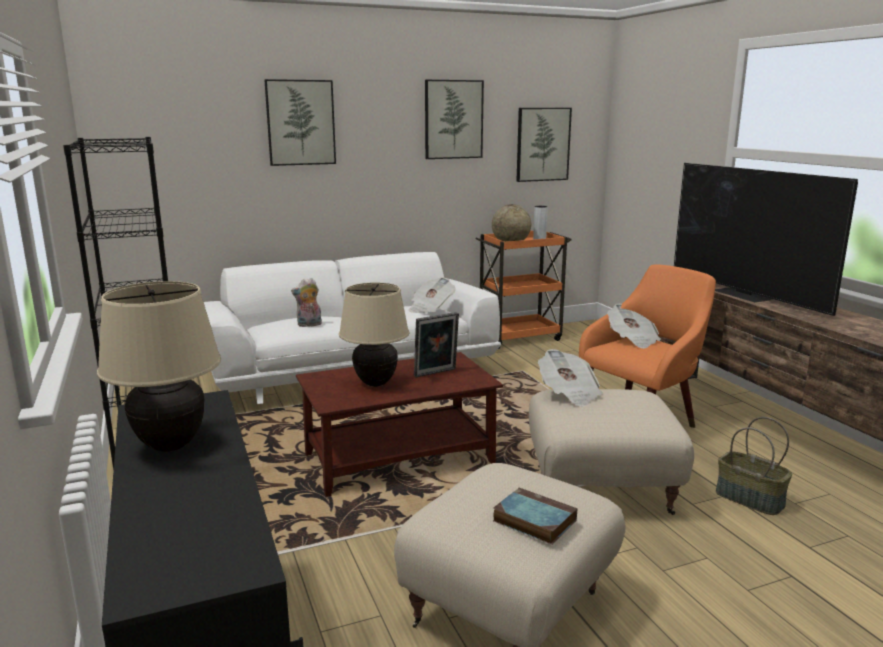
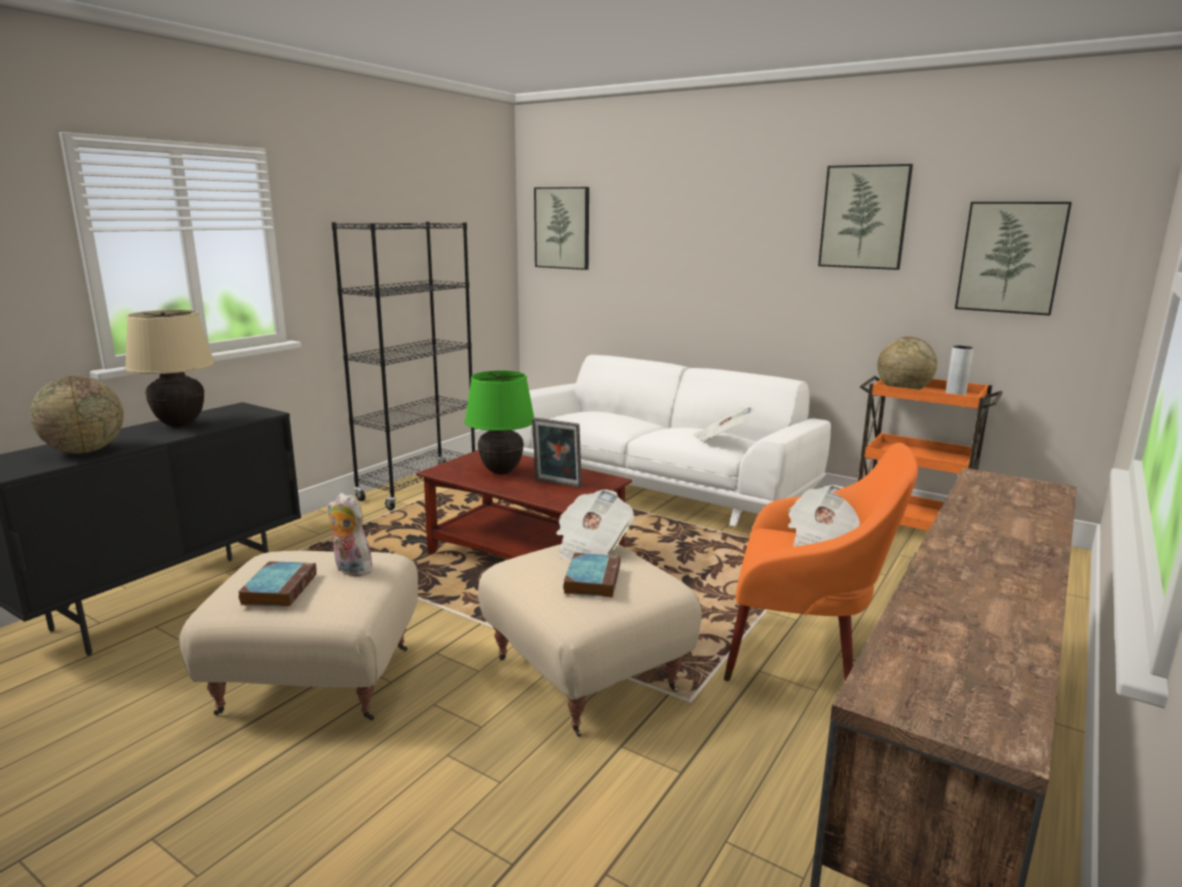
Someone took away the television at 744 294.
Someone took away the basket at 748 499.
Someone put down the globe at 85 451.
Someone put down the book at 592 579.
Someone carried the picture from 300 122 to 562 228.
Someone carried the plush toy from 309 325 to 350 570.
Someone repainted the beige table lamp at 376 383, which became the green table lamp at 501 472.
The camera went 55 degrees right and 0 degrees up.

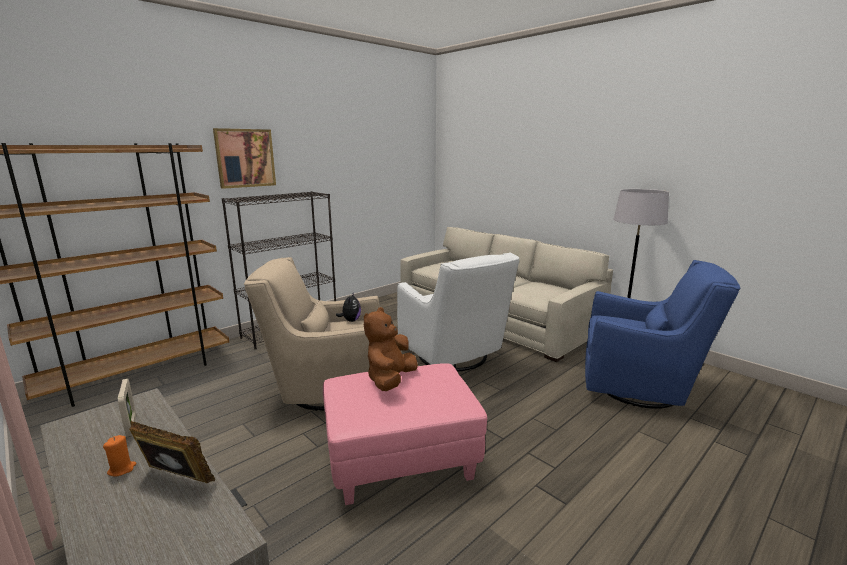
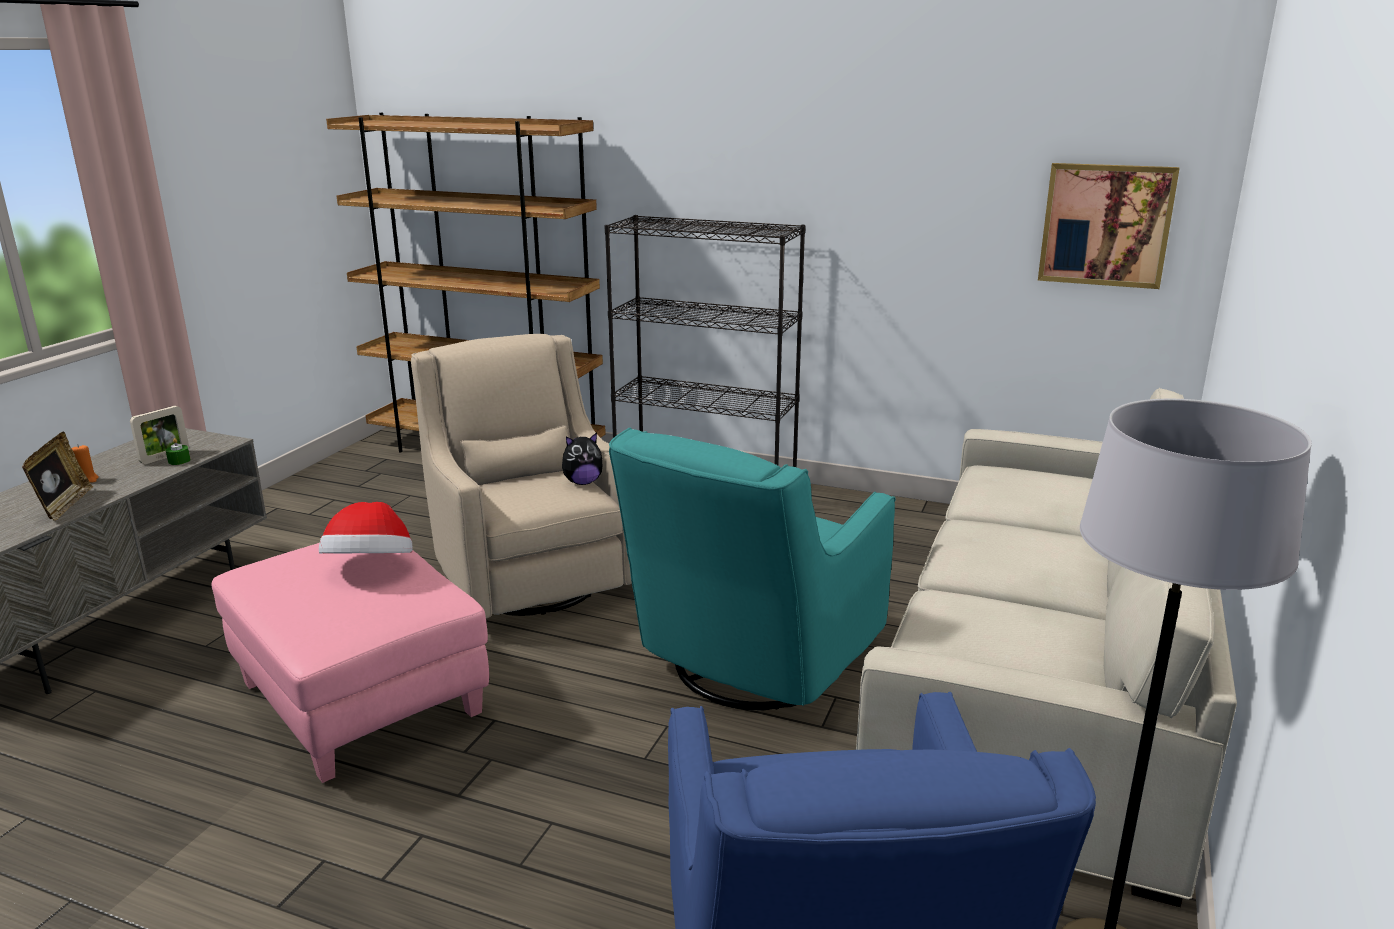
Someone put down the green candle at 179 461.
Someone carried the picture from 245 158 to 1105 225.
Someone swapped the brown plush toy at 390 380 for the hat at 371 568.
Someone repainted the white armchair at 454 357, which became the turquoise armchair at 751 667.
The camera went 65 degrees right and 5 degrees up.

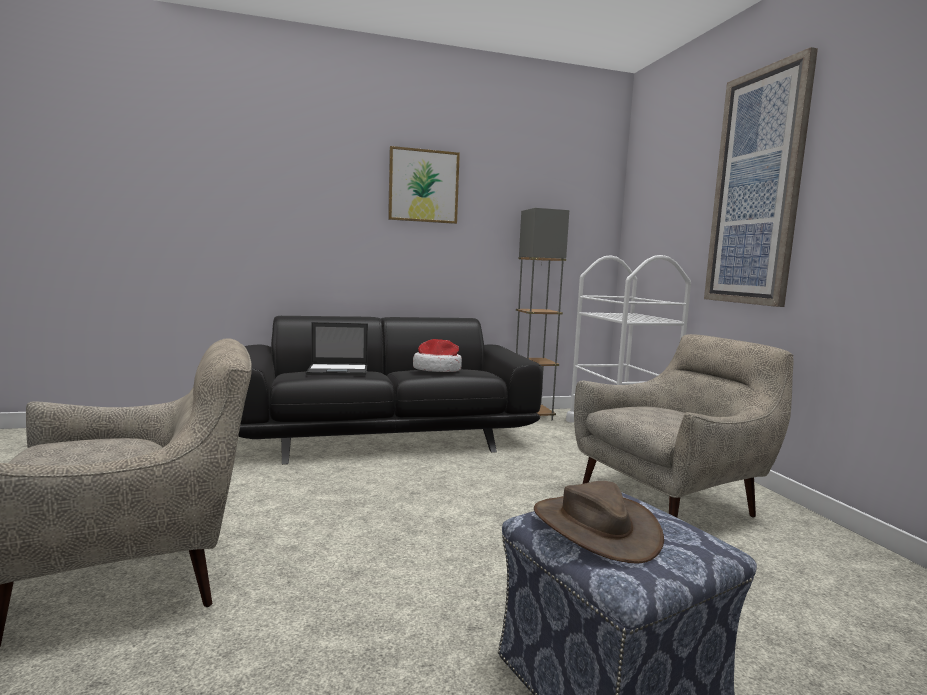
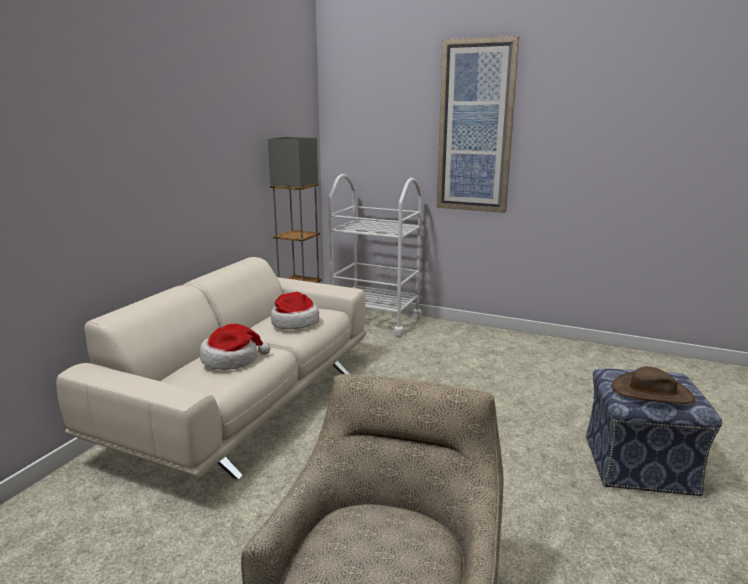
Someone took away the picture at 423 186.
Someone took away the beige armchair at 671 501.
Someone swapped the laptop at 339 370 for the hat at 232 359.
Someone repainted the black sofa at 386 435, which became the beige sofa at 245 403.
The camera went 50 degrees left and 10 degrees up.

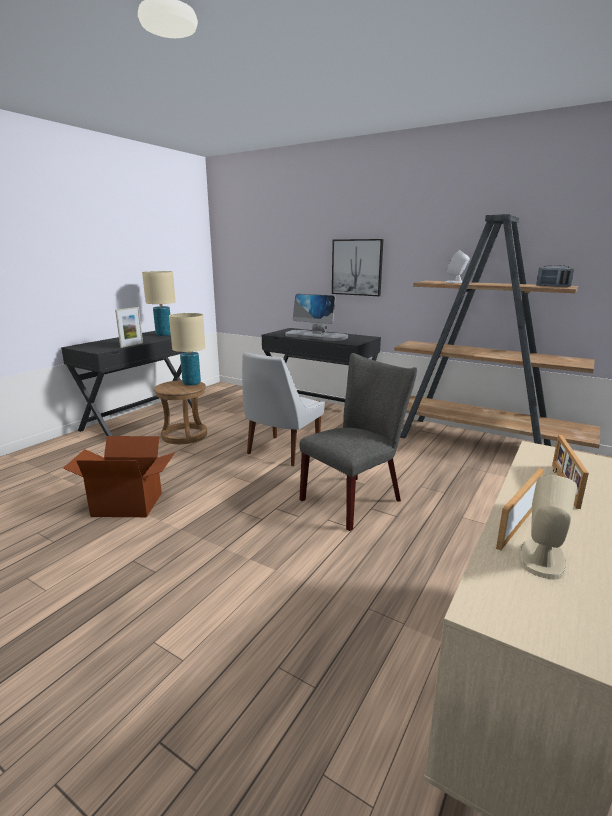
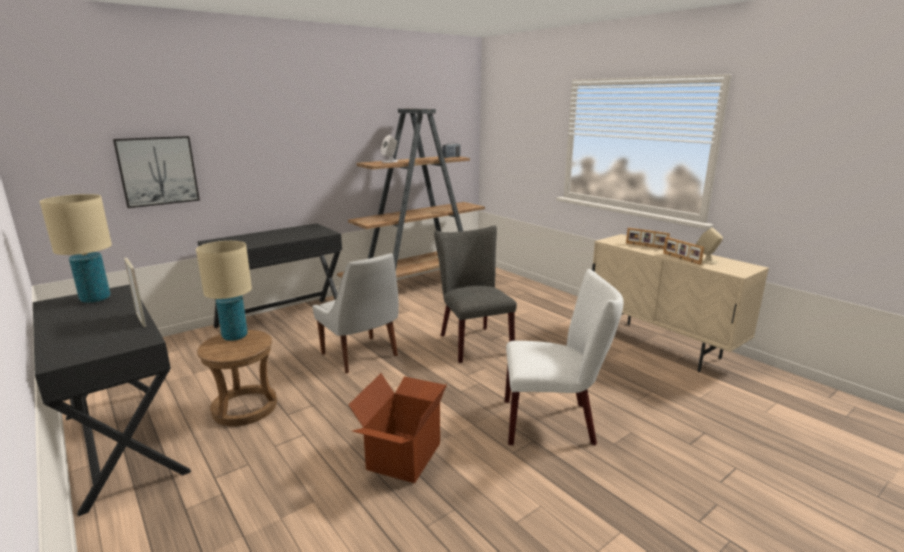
Someone took away the monitor at 316 336.
Someone put down the white chair at 554 422.
Someone carried the picture from 357 267 to 158 171.
The camera went 70 degrees left and 0 degrees up.

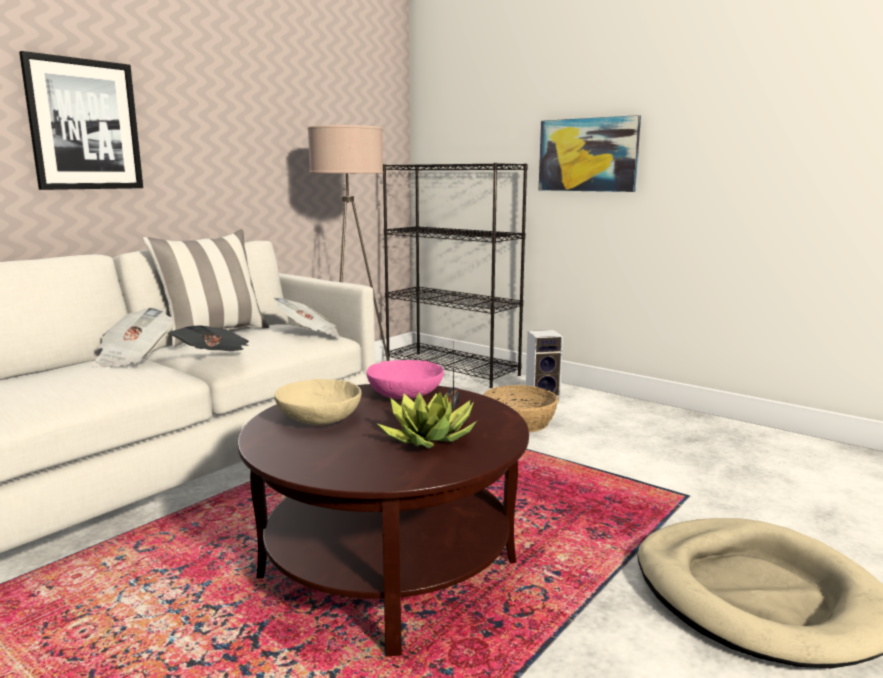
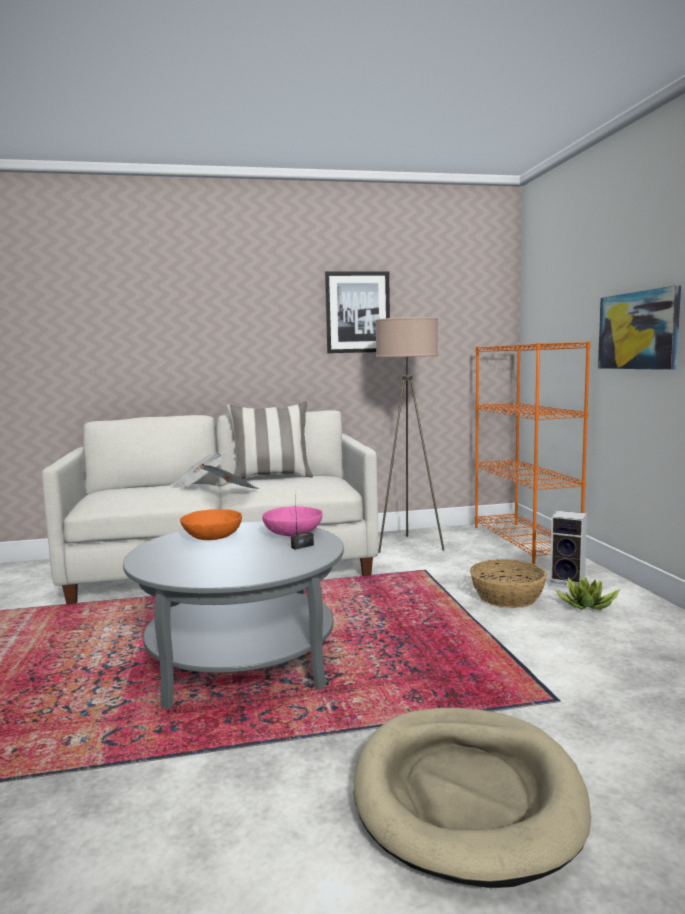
Someone took away the newspaper at 309 334.
Someone carried the picture from 84 125 to 357 312.
Someone carried the potted plant from 429 438 to 587 605.
Someone repainted the brown coffee table at 389 567, which became the grey coffee table at 243 662.
Someone repainted the beige bowl at 319 419, which became the orange bowl at 213 537.
Someone repainted the black bookcase at 452 369, which became the orange bookcase at 524 542.
The camera went 40 degrees right and 5 degrees down.

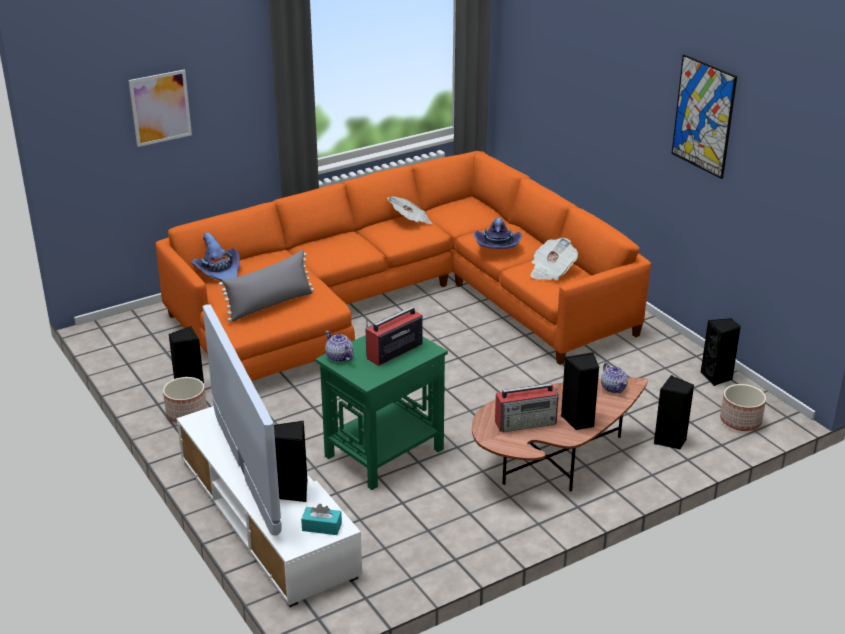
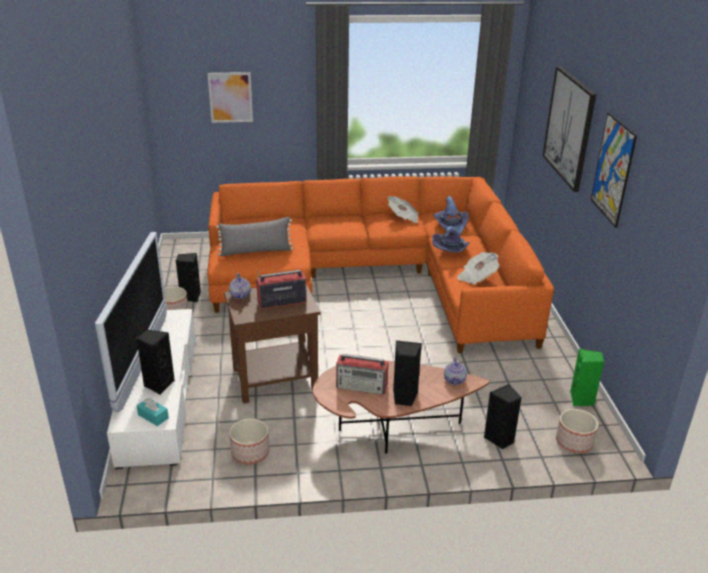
Someone put down the planter at 250 452.
Someone put up the picture at 569 127.
Someone carried the purple hat from 218 271 to 451 225.
Someone repainted the green side table at 383 452, which became the brown side table at 274 378.
Someone repainted the black speaker at 717 377, which became the green speaker at 582 400.
The camera went 25 degrees right and 0 degrees up.

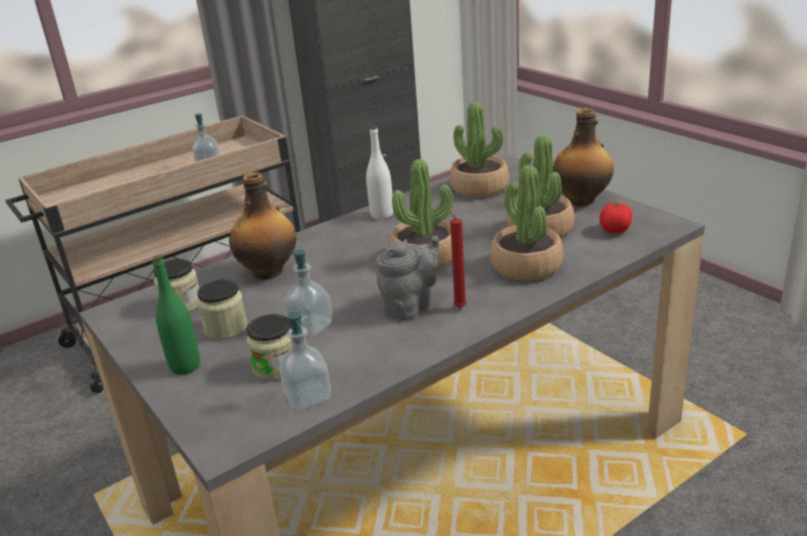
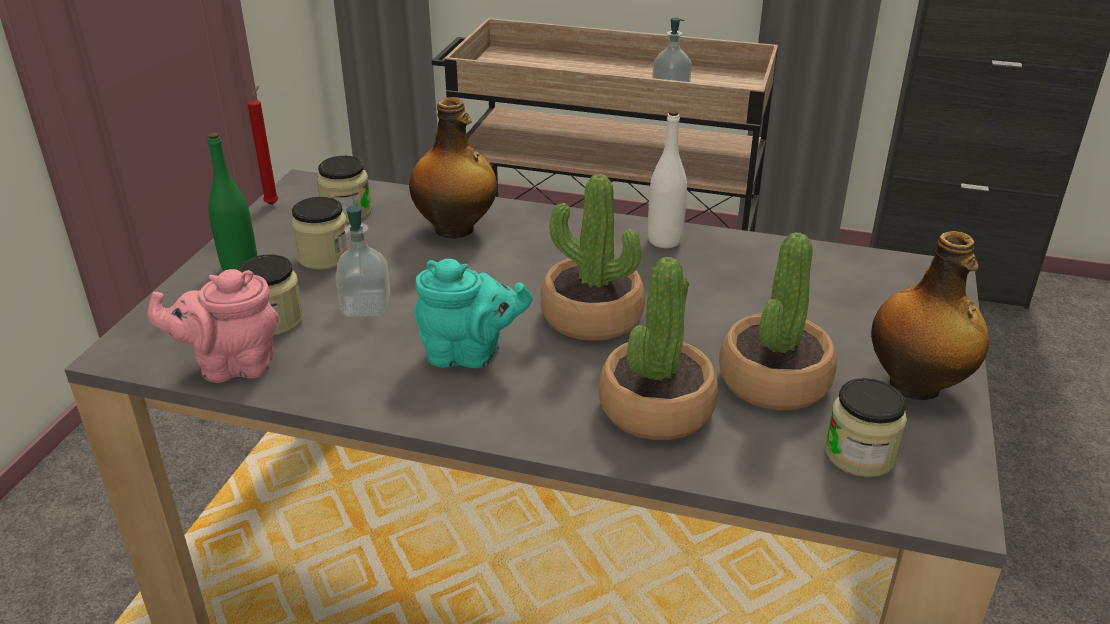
Someone took away the potted plant at 479 188.
Someone carried the red candle from 459 307 to 273 203.
Someone swapped the soap dispenser at 308 397 for the pink teapot at 232 365.
Someone swapped the tomato at 615 230 for the jar at 859 455.
Someone repainted the grey teapot at 411 305, which became the turquoise teapot at 469 354.
The camera went 50 degrees right and 5 degrees up.

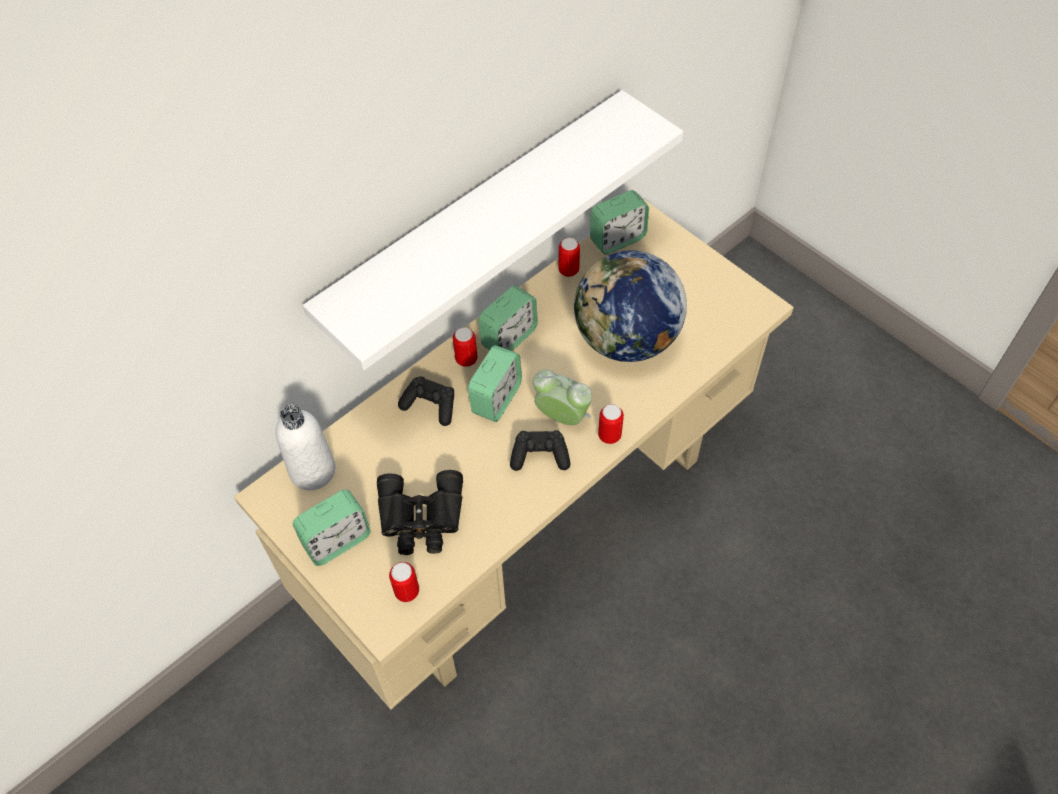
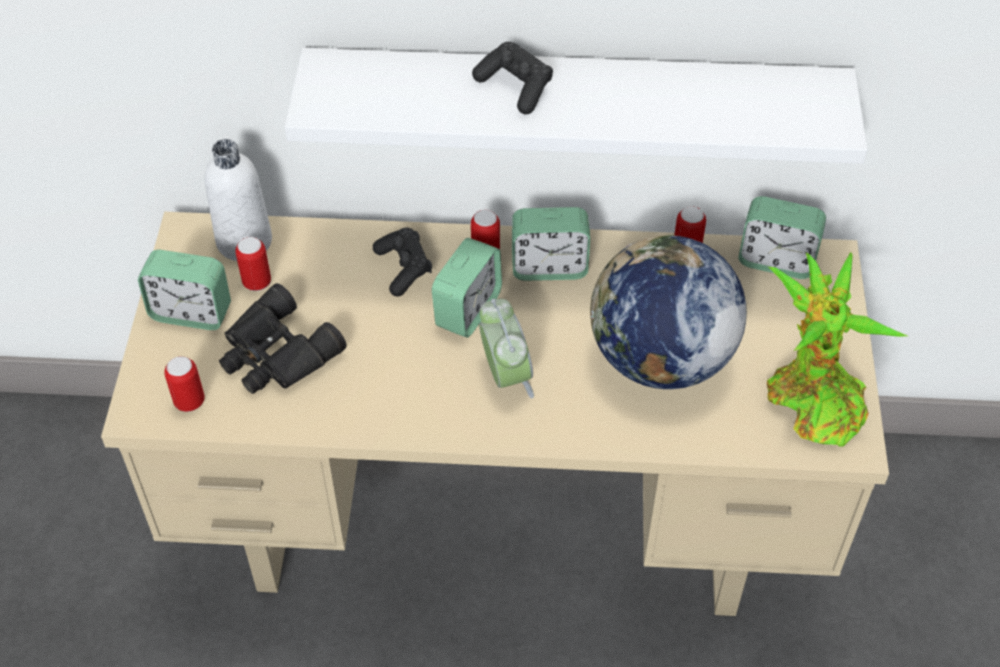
Someone put down the potted plant at 810 400.
Someone carried the black game controller from 540 456 to 515 87.
Someone carried the can from 609 436 to 257 282.
Someone rotated the alarm clock at 496 398 by 45 degrees counterclockwise.
The camera went 45 degrees right and 5 degrees down.

